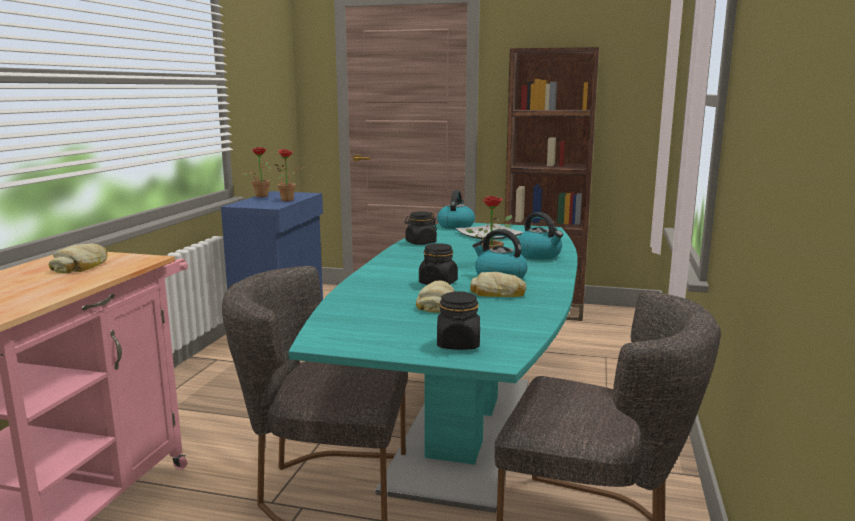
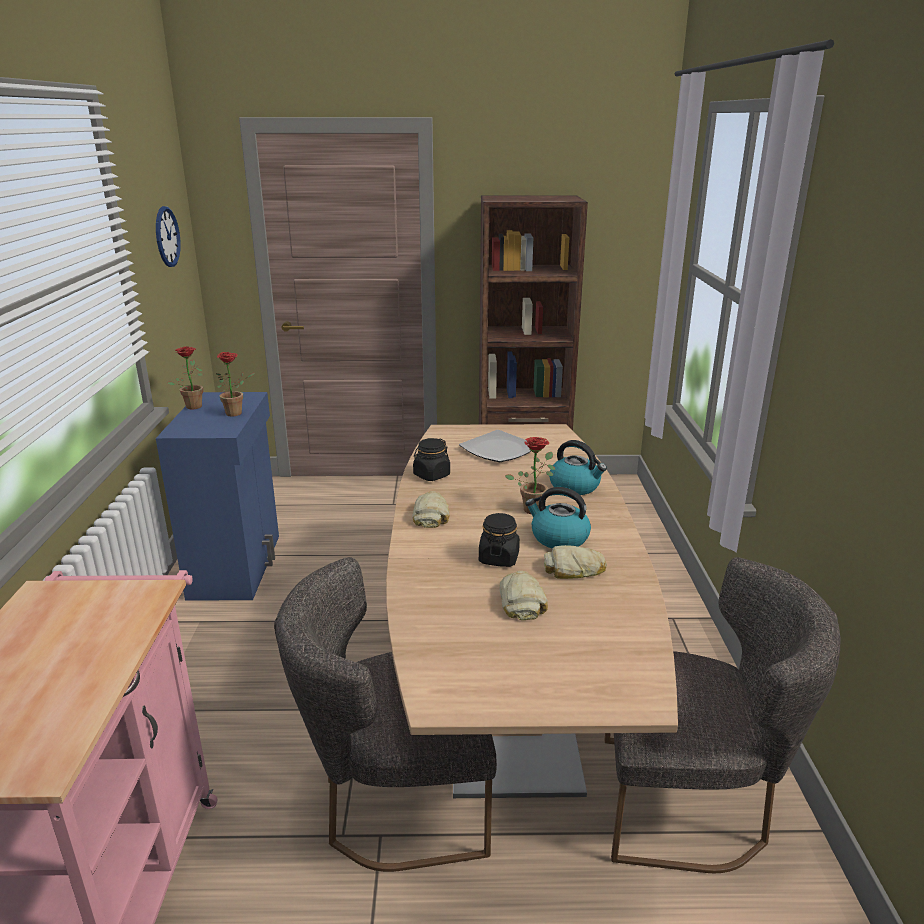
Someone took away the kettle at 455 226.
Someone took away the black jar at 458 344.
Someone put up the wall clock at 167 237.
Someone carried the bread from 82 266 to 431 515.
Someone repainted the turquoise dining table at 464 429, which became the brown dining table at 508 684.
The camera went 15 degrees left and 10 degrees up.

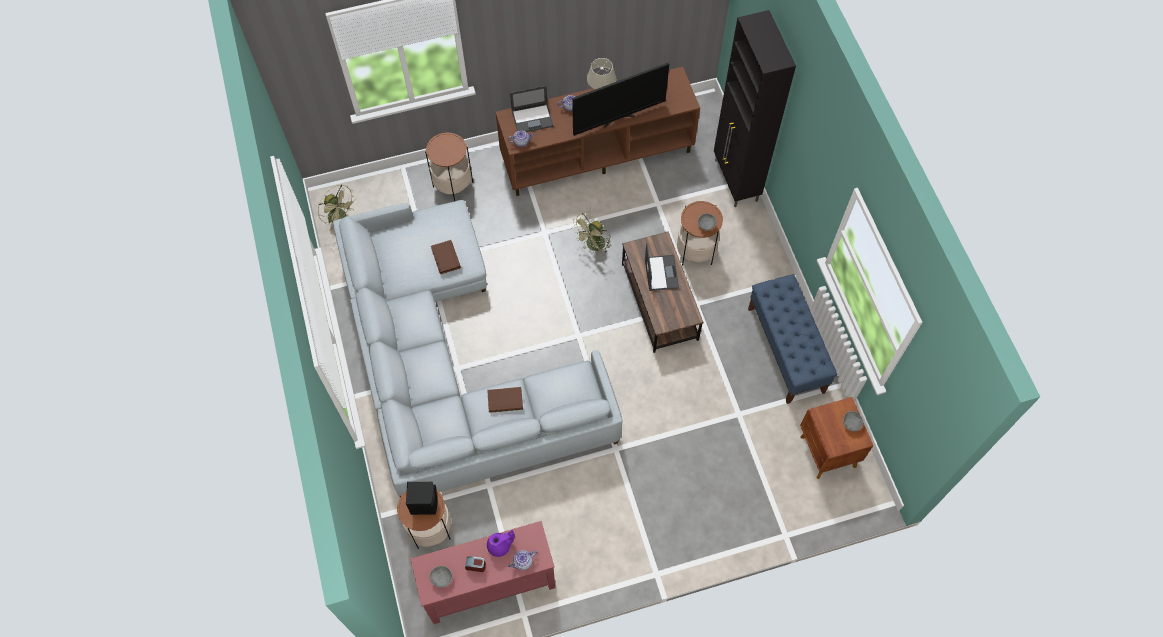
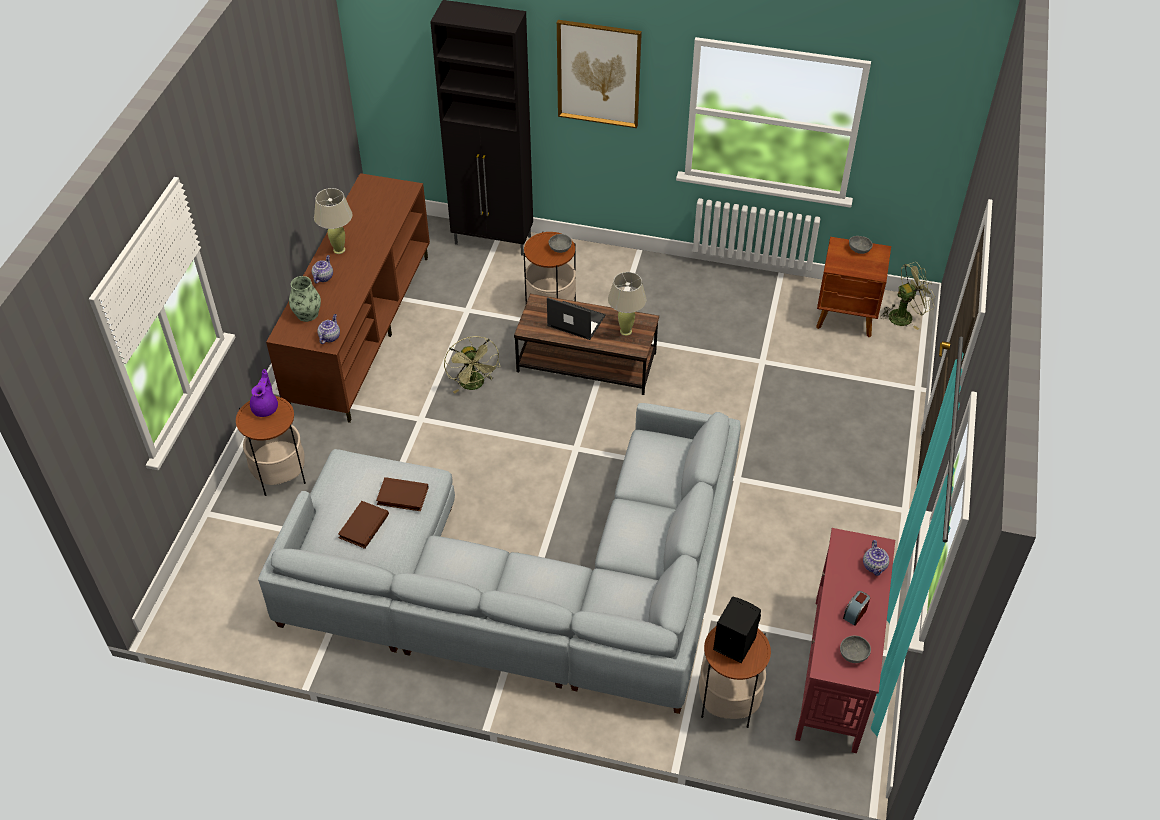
Someone took away the television at 618 119.
Someone took away the blue bench at 786 350.
Someone put up the picture at 598 73.
Someone put down the beige table lamp at 625 331.
Someone carried the green fan from 341 218 to 905 316.
Someone carried the brown book from 505 400 to 363 526.
Someone carried the purple teapot from 500 546 to 266 407.
Someone swapped the laptop at 533 118 for the vase at 307 314.
The camera went 60 degrees left and 15 degrees down.

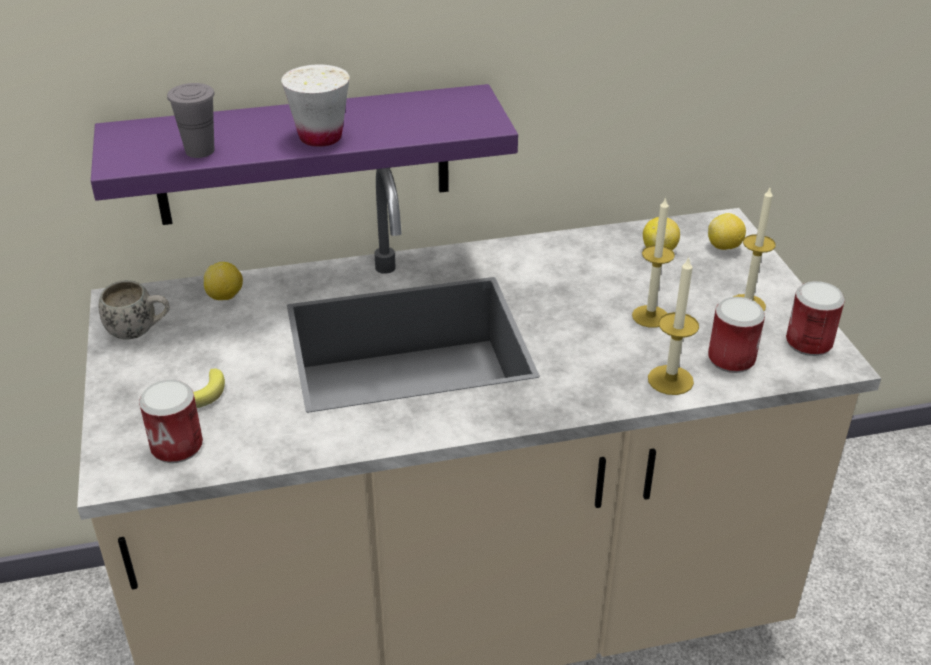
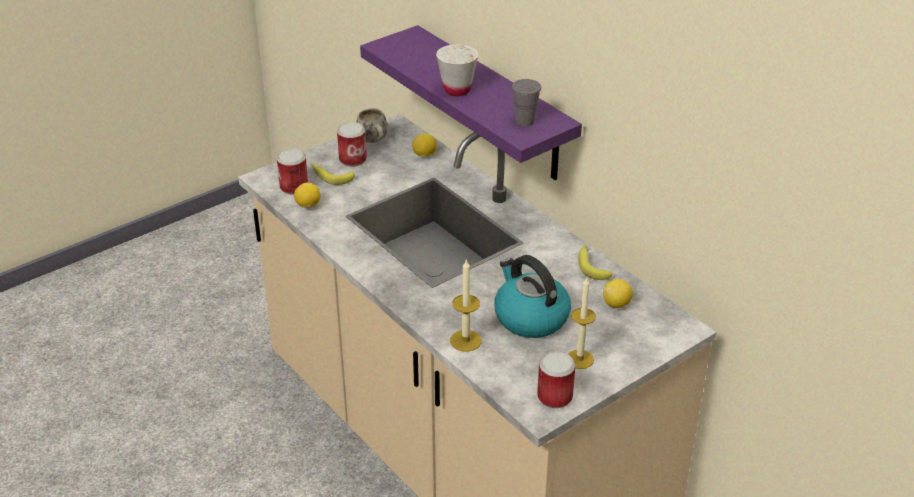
Someone put down the banana at 591 265.
Someone carried the grey cup from 200 151 to 525 121.
Someone carried the lemon from 724 247 to 308 206.
Someone carried the can from 731 359 to 353 159.
Someone swapped the candle at 650 316 for the kettle at 530 317.
The camera went 65 degrees right and 0 degrees up.

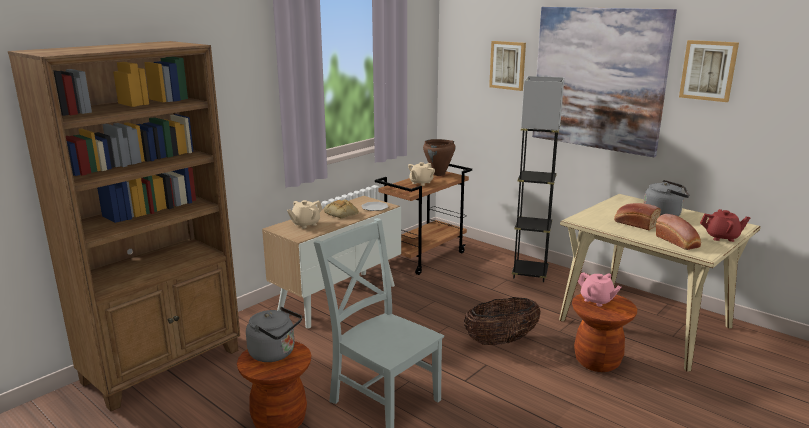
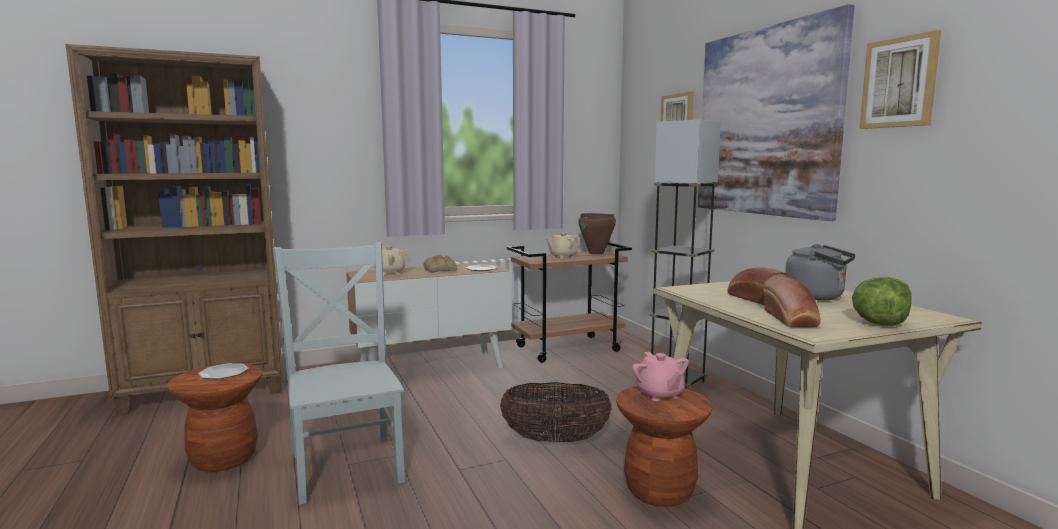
Someone swapped the grey kettle at 275 353 for the plate at 223 373.
Someone swapped the red teapot at 722 237 for the lettuce at 879 323.
The camera went 25 degrees right and 10 degrees down.

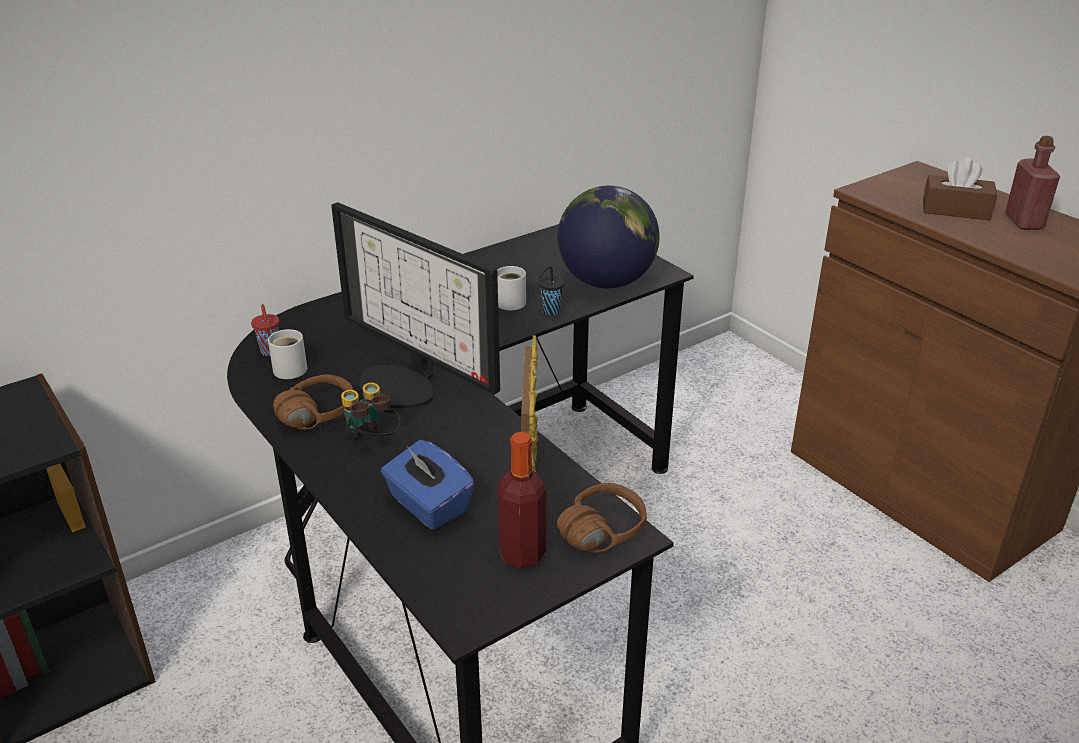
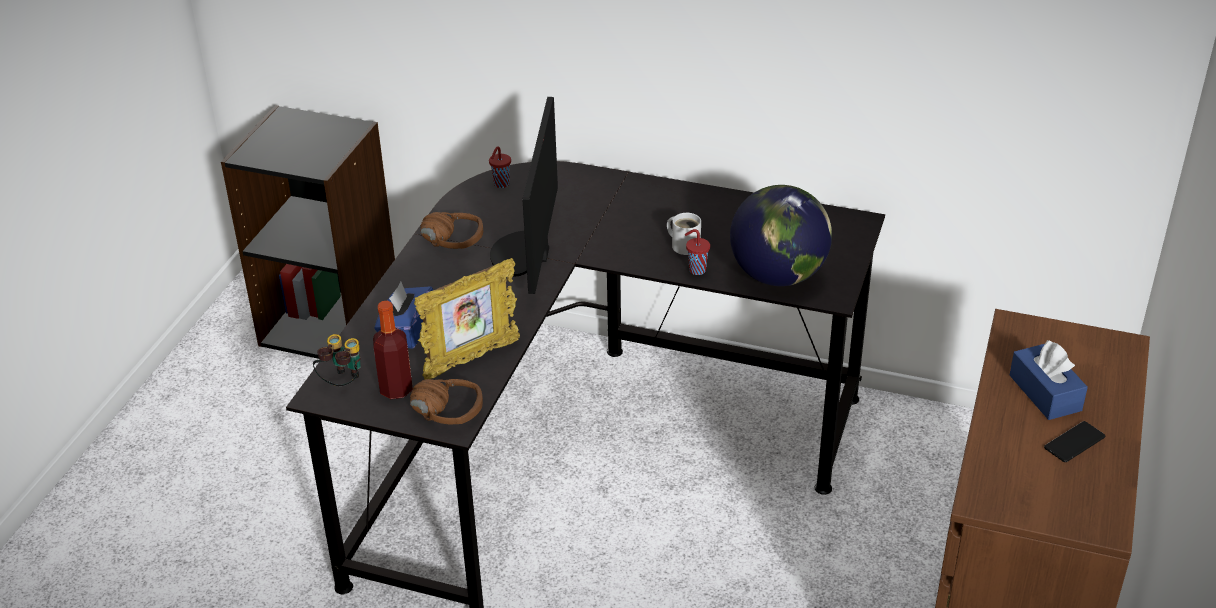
Someone took away the white mug at 292 368.
Someone carried the binoculars from 371 441 to 342 383.
Someone swapped the red bottle at 1023 222 for the phone at 1074 442.
Someone repainted the black cup at 550 311, which became the red cup at 696 270.
Someone repainted the brown tissue box at 956 210, which became the blue tissue box at 1045 393.
The camera went 55 degrees right and 5 degrees up.

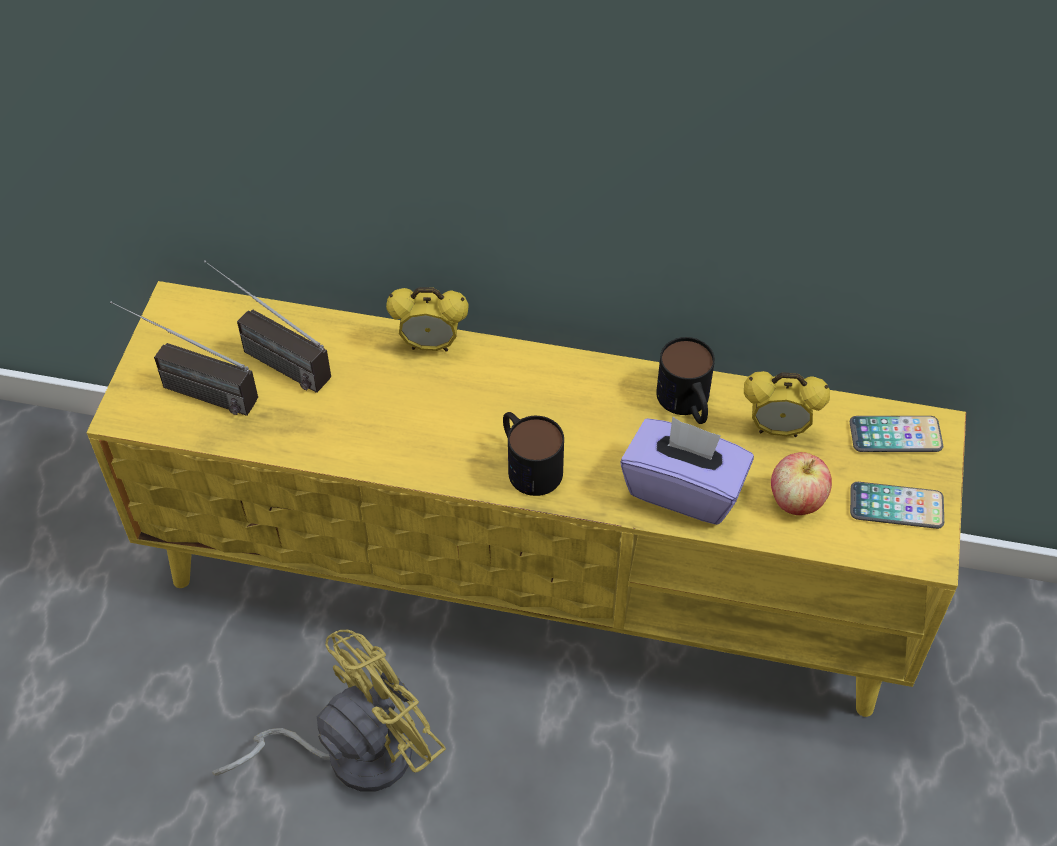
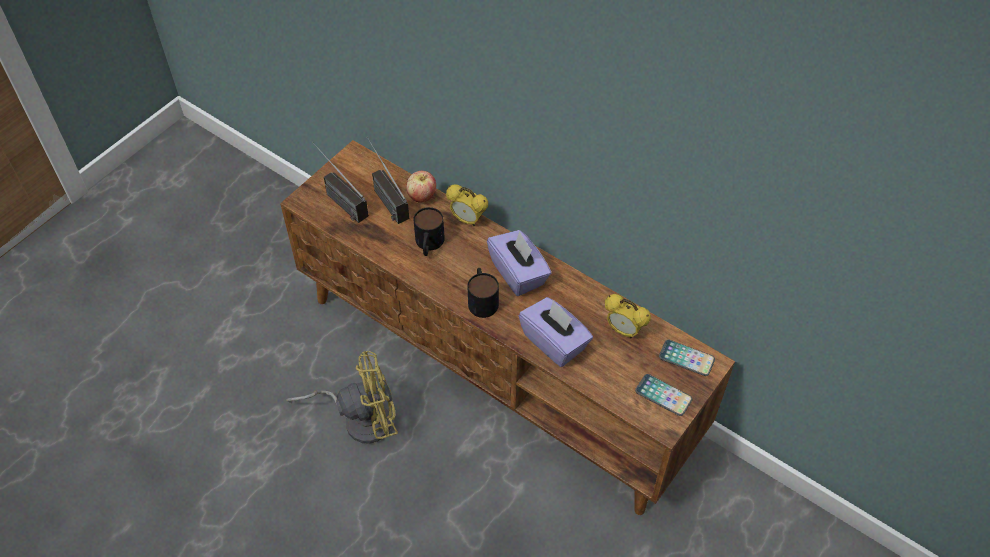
Someone put down the purple tissue box at 518 273.
Someone carried the mug from 687 404 to 428 245.
Someone carried the apple from 796 501 to 422 196.
Someone repainted the yellow tv stand at 532 579, which became the brown tv stand at 497 369.
The camera went 25 degrees right and 0 degrees up.

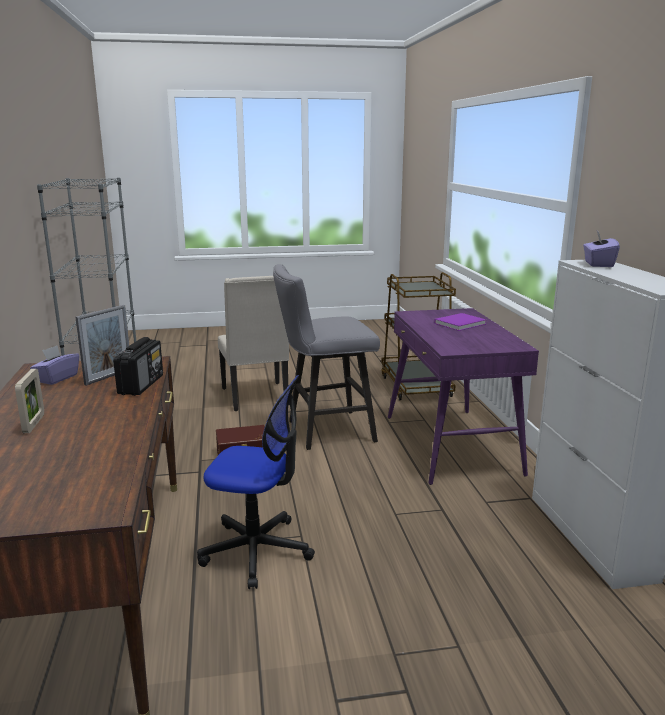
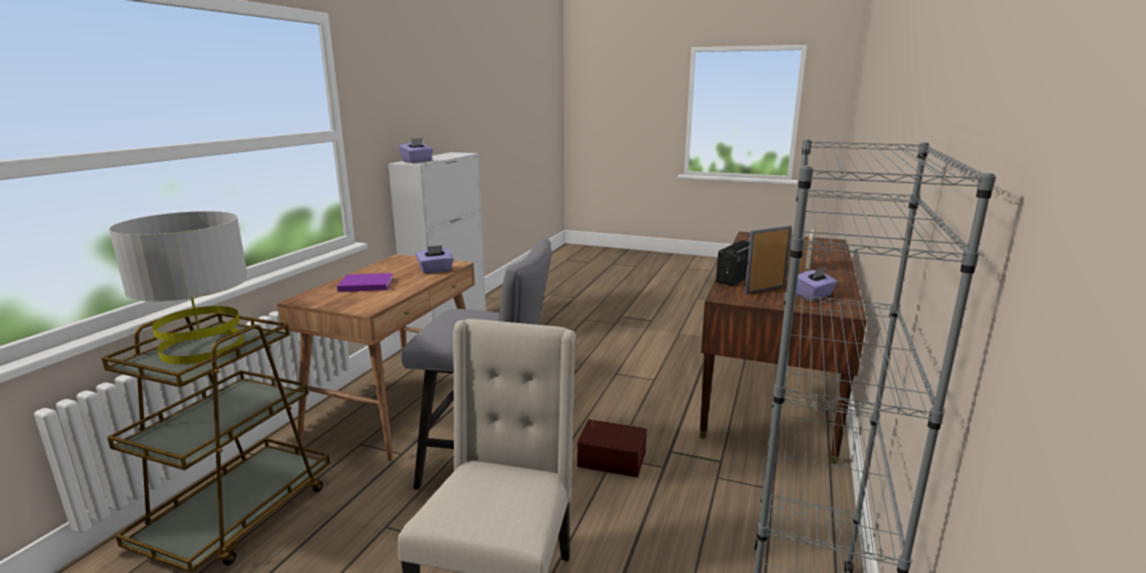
Someone took away the office chair at 257 551.
Someone put down the grey table lamp at 202 348.
Someone put down the purple tissue box at 436 270.
Someone repainted the purple desk at 451 444, which became the brown desk at 398 405.
The camera went 150 degrees left and 0 degrees up.

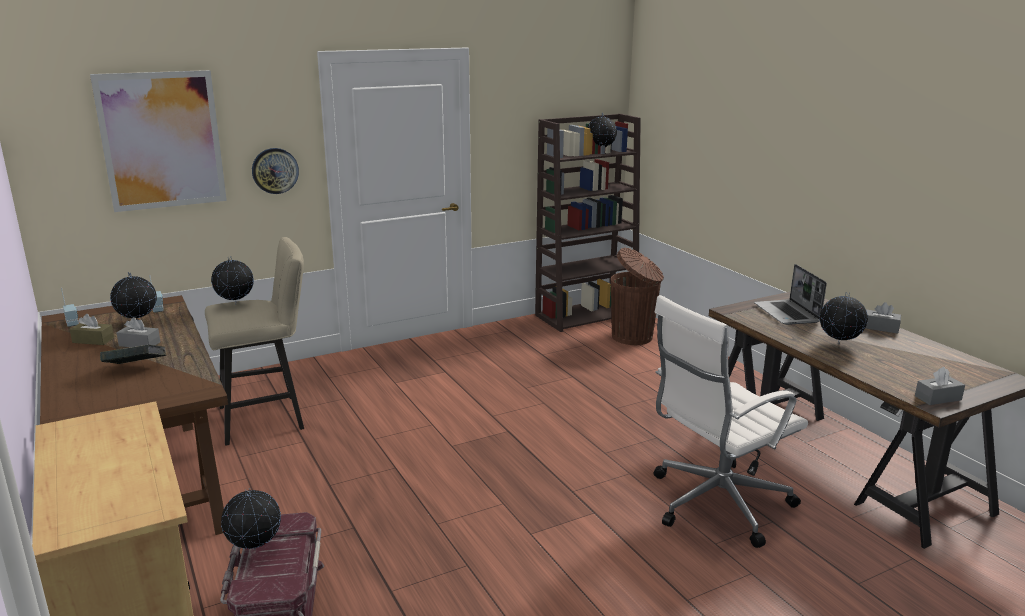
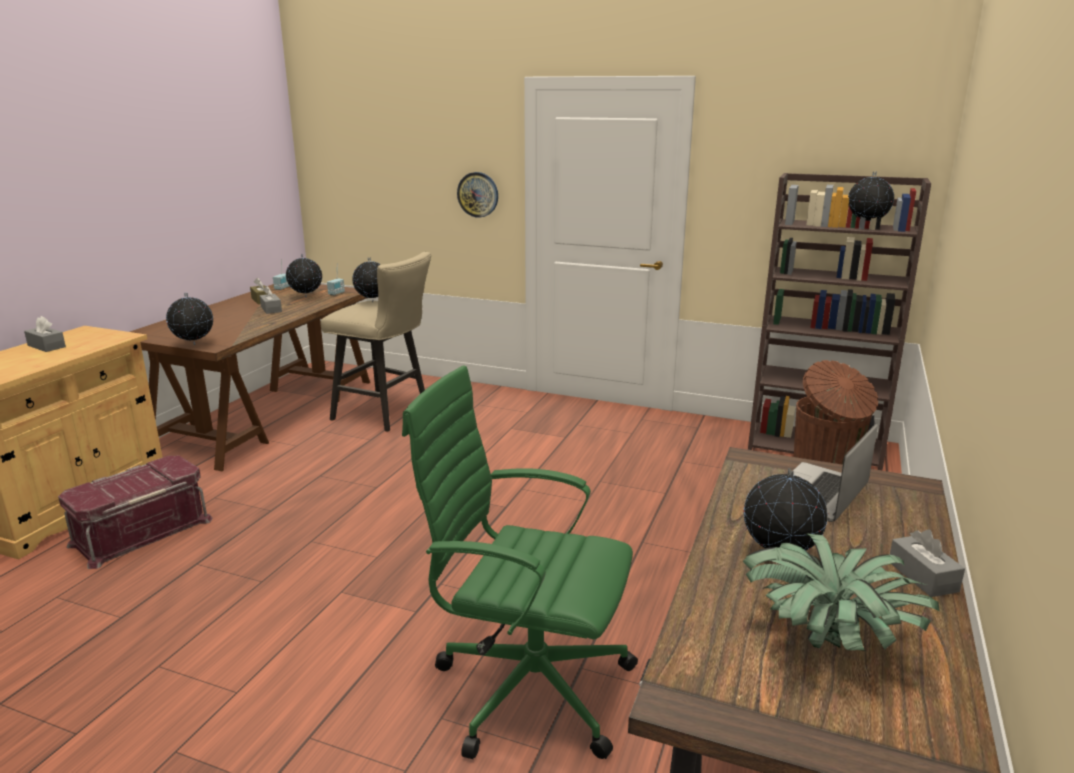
Someone took away the picture at 162 140.
Someone took away the book at 136 369.
Someone put down the potted plant at 827 641.
Someone carried the globe from 255 549 to 194 345.
Someone carried the grey tissue box from 938 398 to 46 346.
Someone repainted the white office chair at 715 503, which became the green office chair at 527 686.
The camera went 50 degrees right and 0 degrees up.

